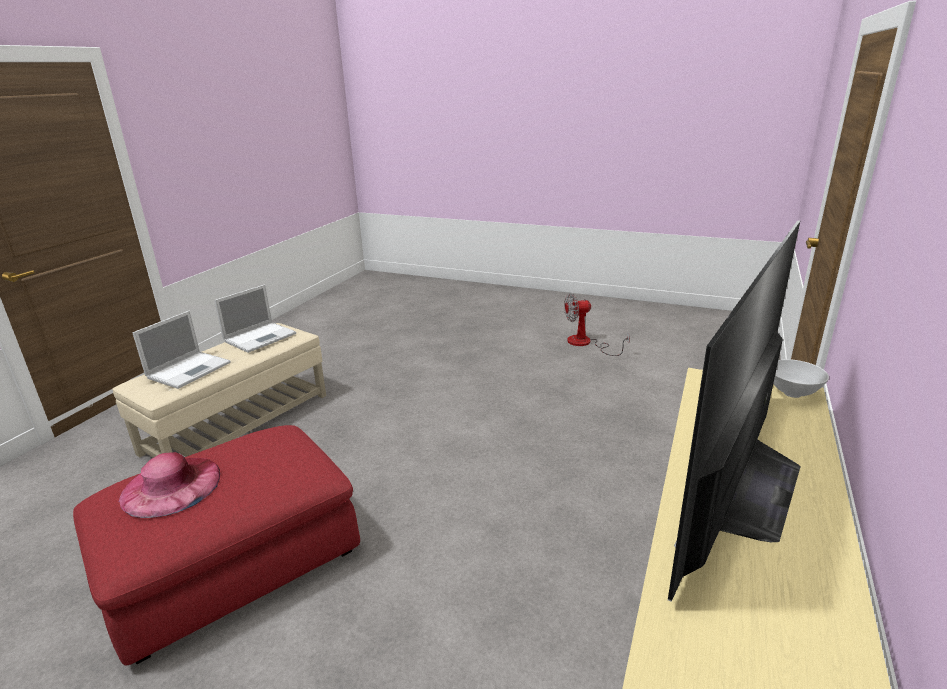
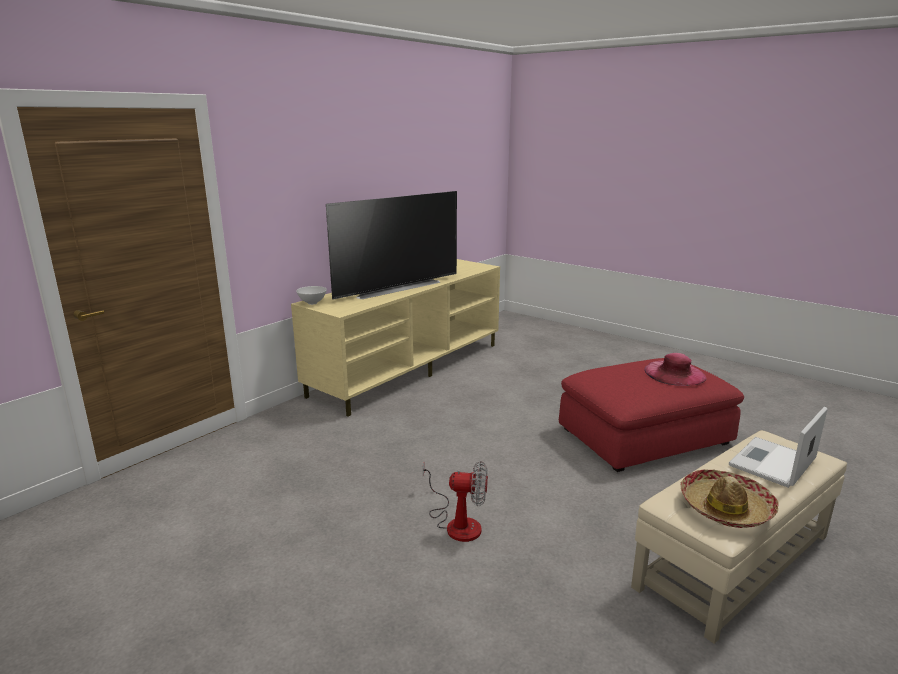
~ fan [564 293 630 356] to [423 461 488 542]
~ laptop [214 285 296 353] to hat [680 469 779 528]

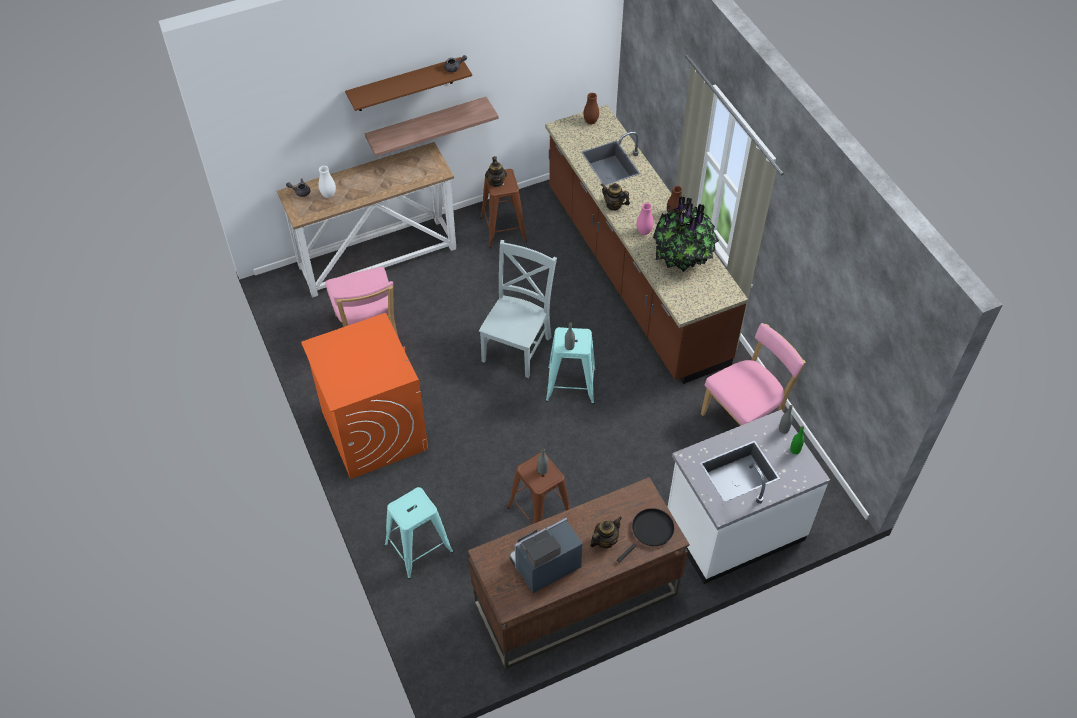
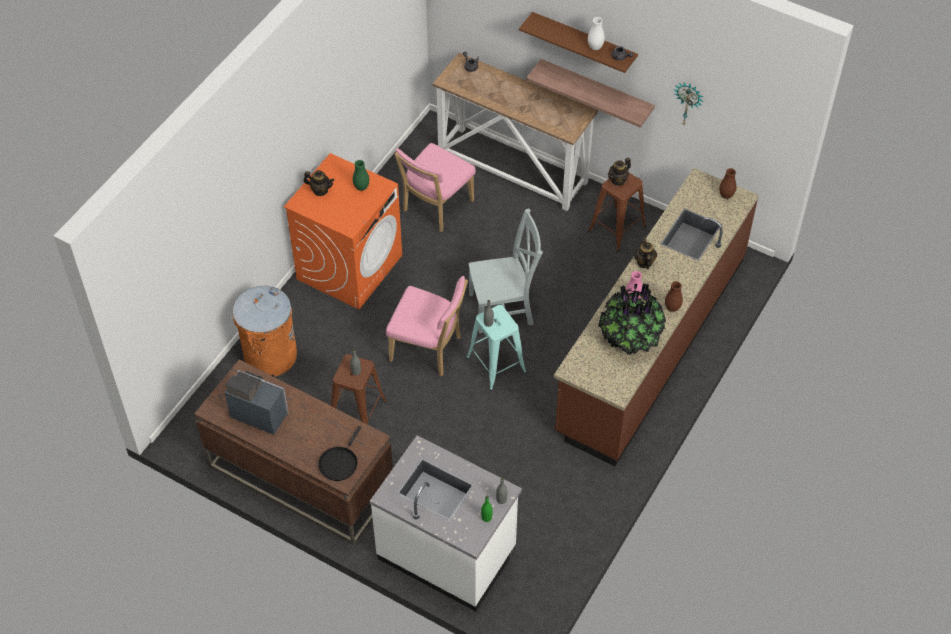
~ turquoise stool [384 487 454 579] to orange trash can [232 285 297 377]
~ teapot [590 517 622 548] to [304 170 334 196]
~ black frying pan [617 508 674 562] = [318 426 361 481] 105 degrees clockwise
+ green vase [353 160 369 191]
~ pink chair [701 323 806 426] to [386 276 468 377]
~ white vase [318 166 336 198] to [588 17 605 50]
+ wall clock [673 82 704 125]

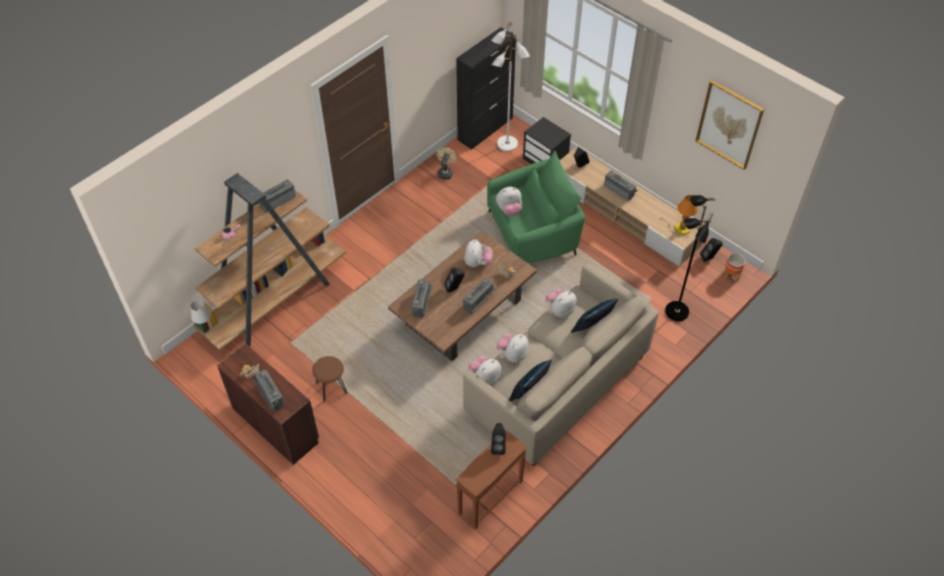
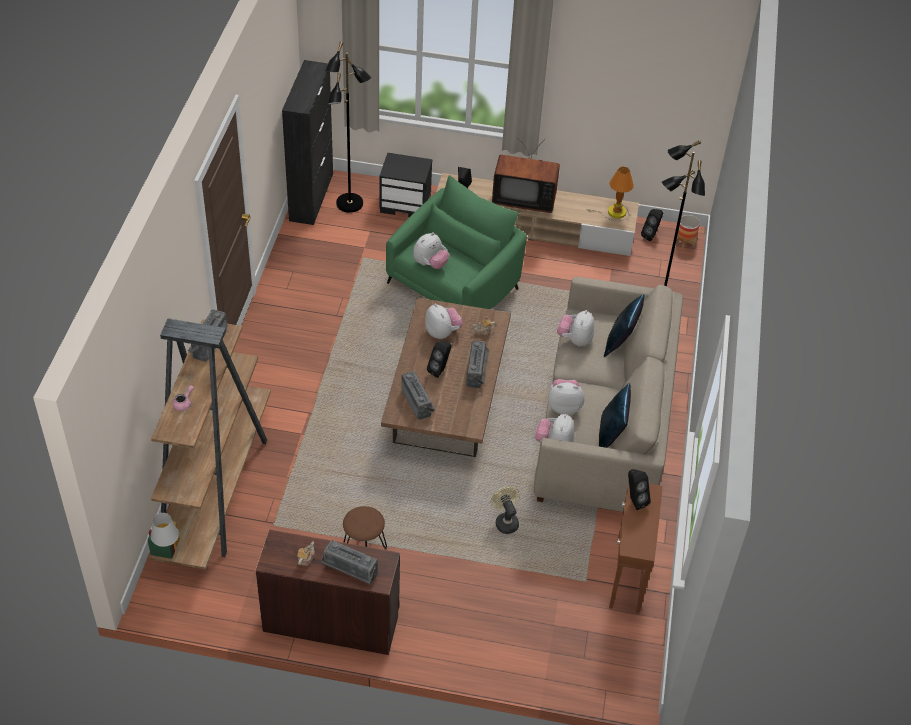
~ white floor lamp [491 22 530 152] to black floor lamp [325 42 372 213]
~ beige fan [437 148 456 180] to [490 486 520 534]
~ radio [604 170 637 201] to television [492 138 560 213]
~ plush toy [496 333 529 363] = [548 379 585 415] 90 degrees clockwise
- picture [696 80 764 170]

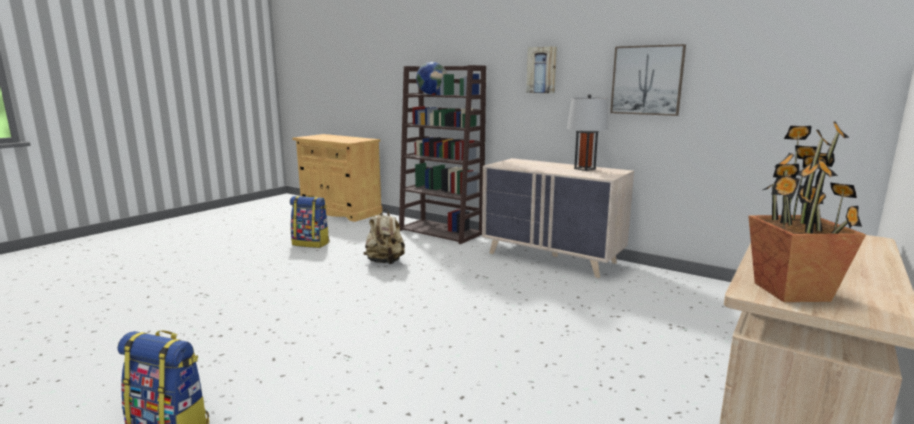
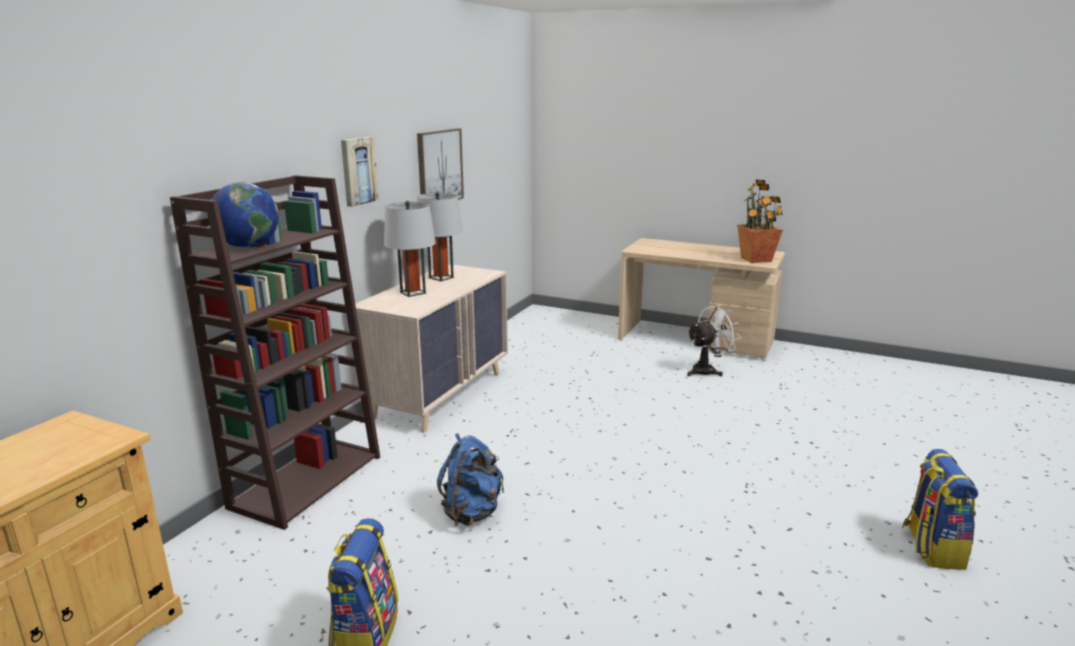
+ grey table lamp [384 201 436 297]
~ beige backpack [364 209 405 264] to blue backpack [437 433 504 526]
+ white fan [687 305 741 376]

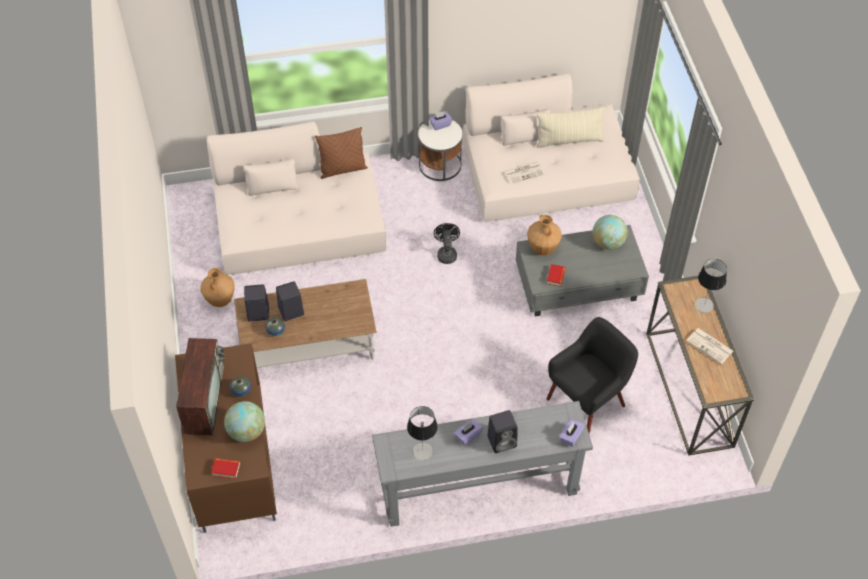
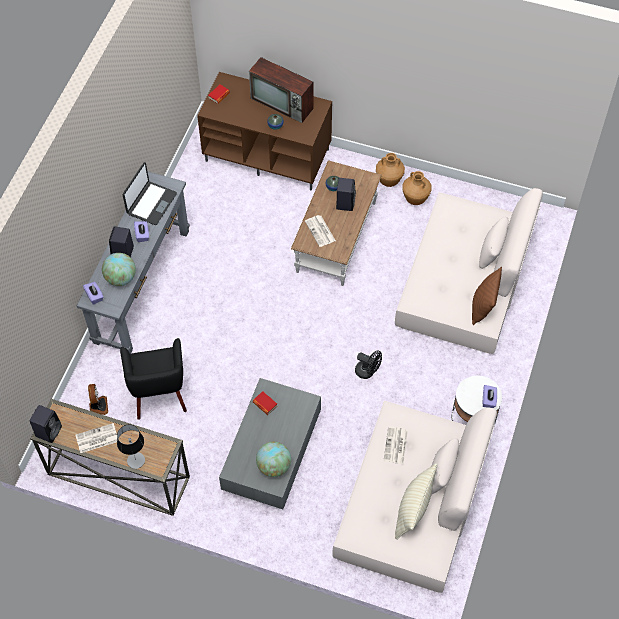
~ black speaker [244 284 270 321] to [29 405 62 443]
+ fan [88 384 108 415]
~ globe [224 401 265 442] to [102 253 136 286]
~ table lamp [407 406 438 460] to laptop [123 162 177 225]
+ newspaper [305 215 336 247]
~ brown vase [527 215 562 255] to [376 153 405 187]

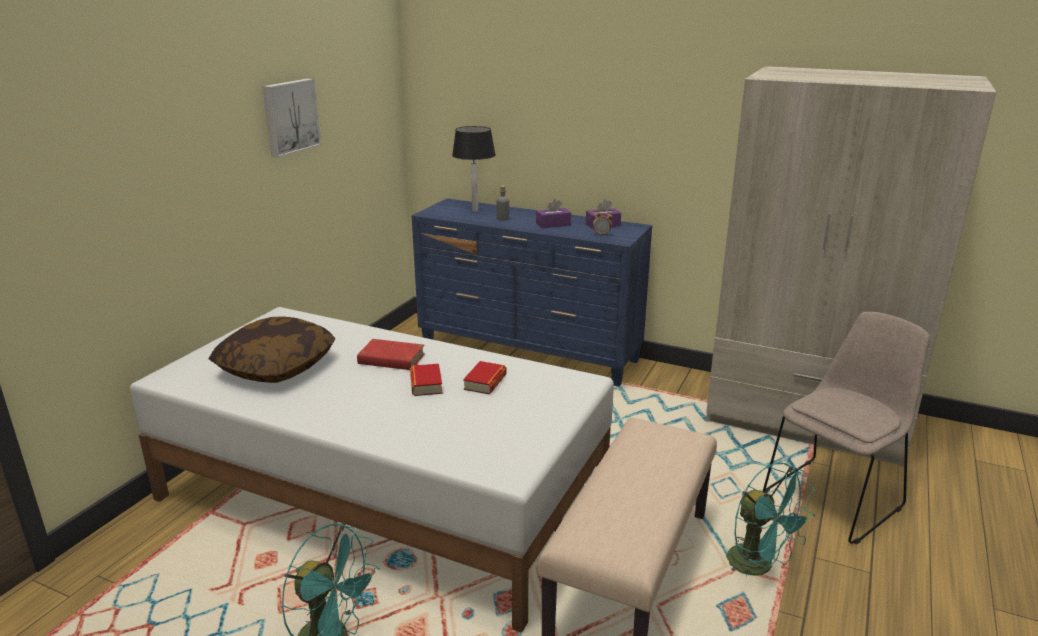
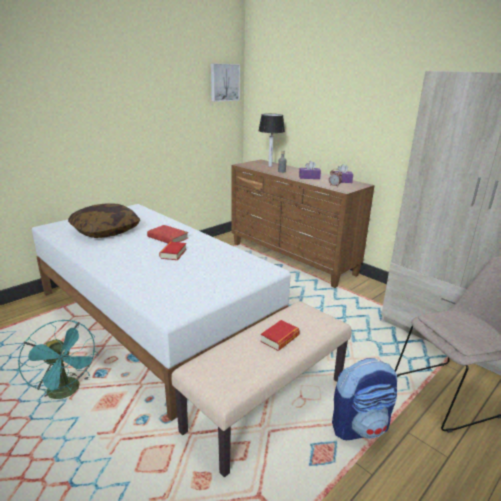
~ picture [262 78 322 157] to [211 63 240 102]
~ blue dresser [412 199 652 387] to brown dresser [231 160 375 288]
~ book [463 361 507 394] to [260 320 300 351]
~ turquoise fan [727 462 816 576] to backpack [332 358 397 440]

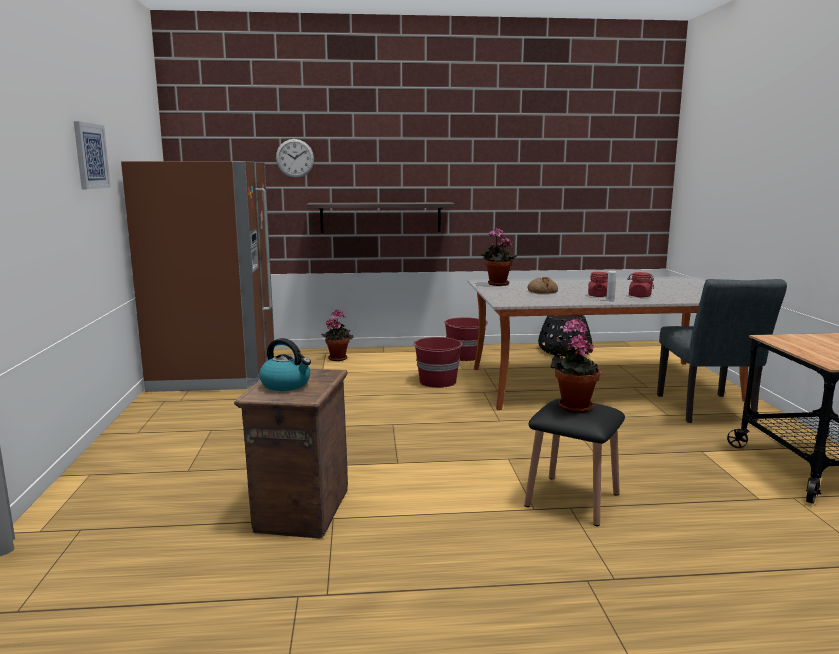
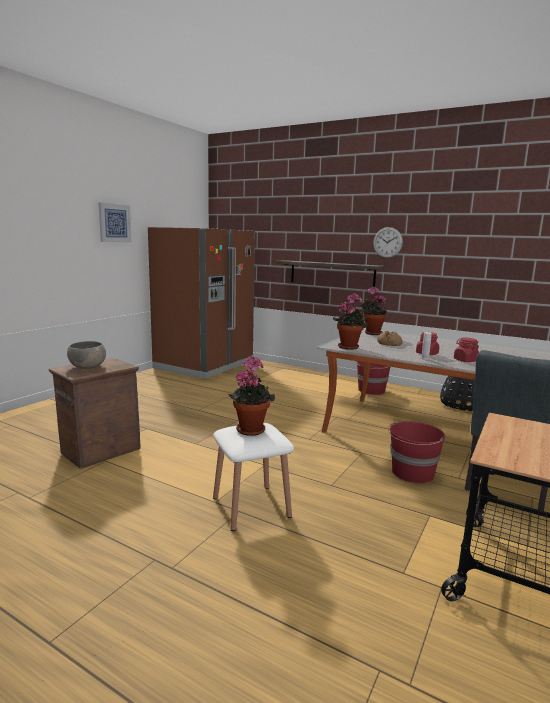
~ kettle [259 338 311 391] to grey bowl [67 341 106 369]
~ black stool [524 398 625 526] to white stool [213 423 294 531]
~ potted plant [322 310 353 361] to [333 293 368 350]
~ wall clock [276 139 314 178] to [373 227 403 258]
~ red bucket [413 337 463 388] to [388 421 446 483]

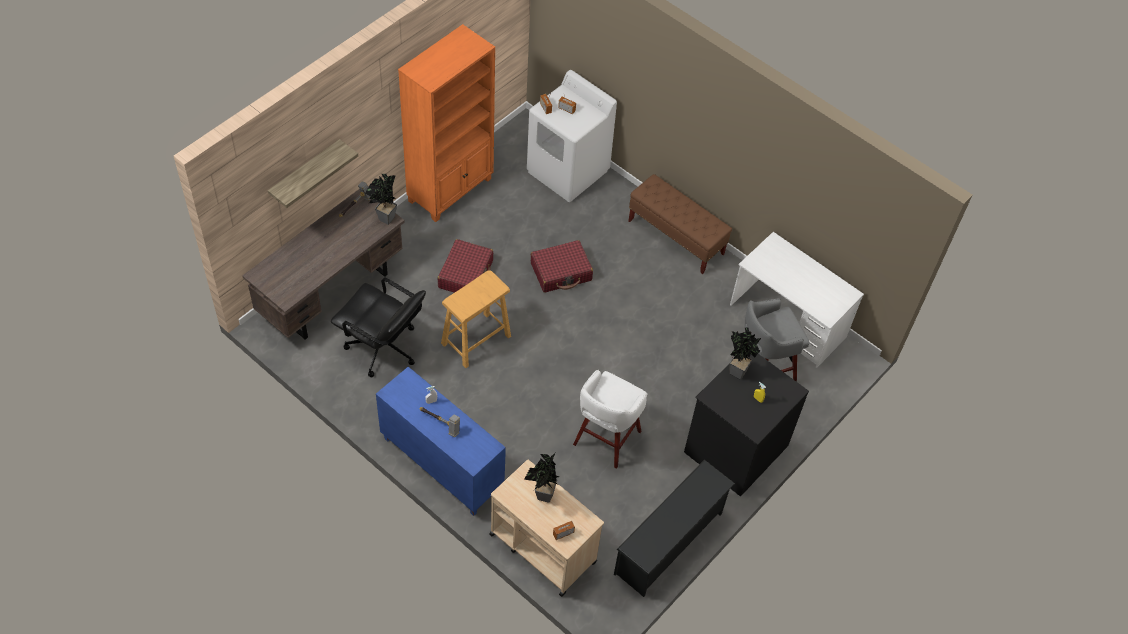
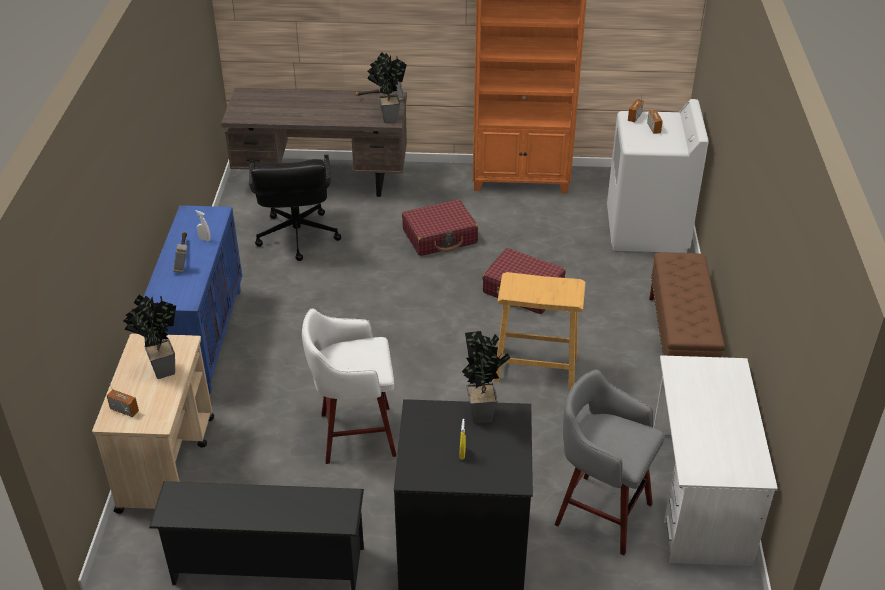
~ beige stool [441 270 511 368] to [493 272 586 390]
- shelf [268 139 358 208]

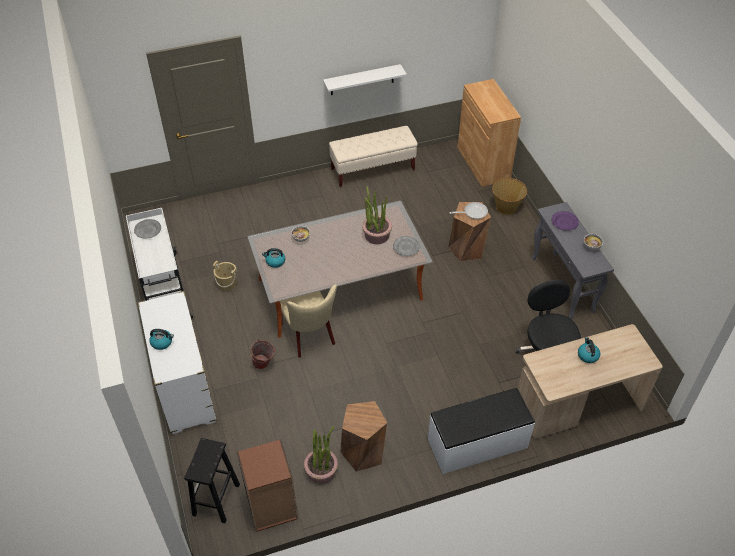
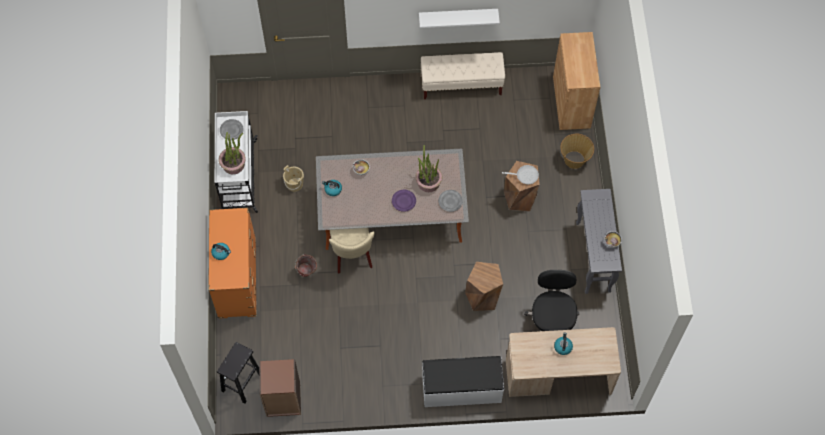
~ white dresser [138 291 216 434] to orange dresser [208 207 257 319]
~ potted plant [304 426 338 484] to [219 132 246 174]
~ purple plate [551 211 579 231] to [392 190 416 212]
~ brown stool [341 401 387 472] to [465 262 503 311]

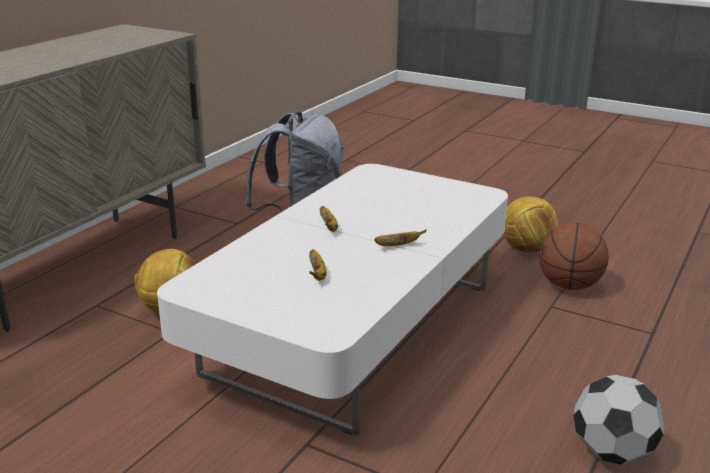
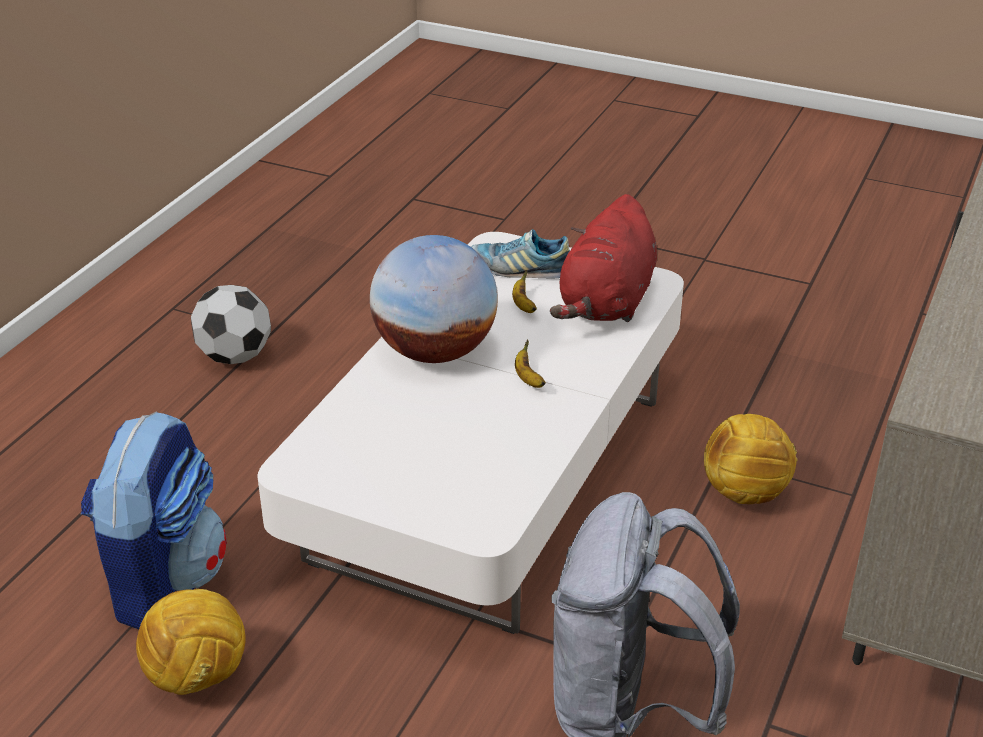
~ basketball [539 222 609 290] to backpack [81 411 227 629]
~ banana [374 229 427 246] to globe [370 235 498 363]
+ shoe [471 229 570 278]
+ red plush toy [550 194 657 322]

